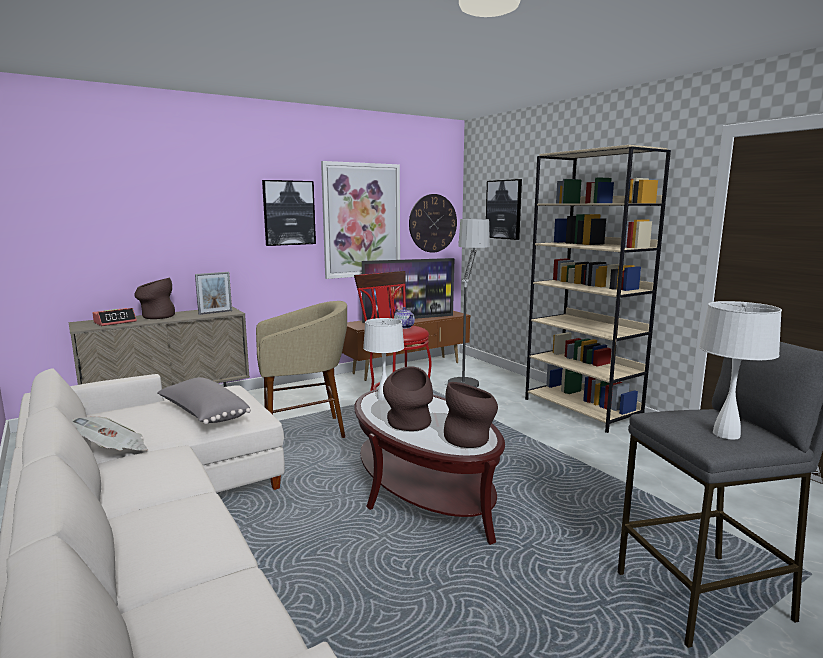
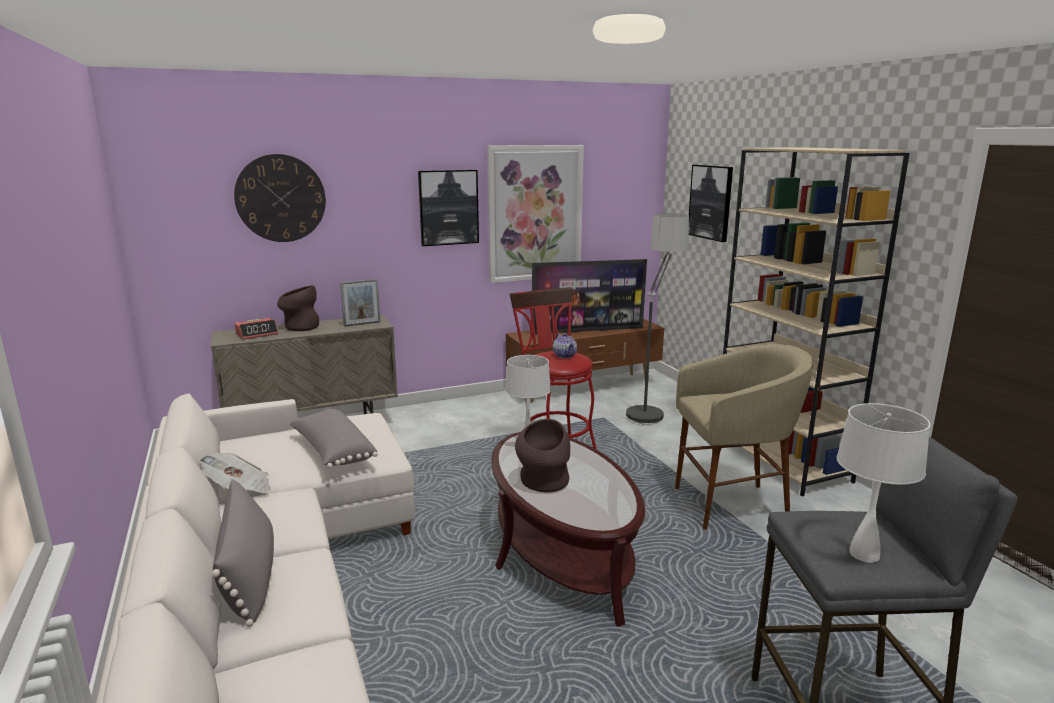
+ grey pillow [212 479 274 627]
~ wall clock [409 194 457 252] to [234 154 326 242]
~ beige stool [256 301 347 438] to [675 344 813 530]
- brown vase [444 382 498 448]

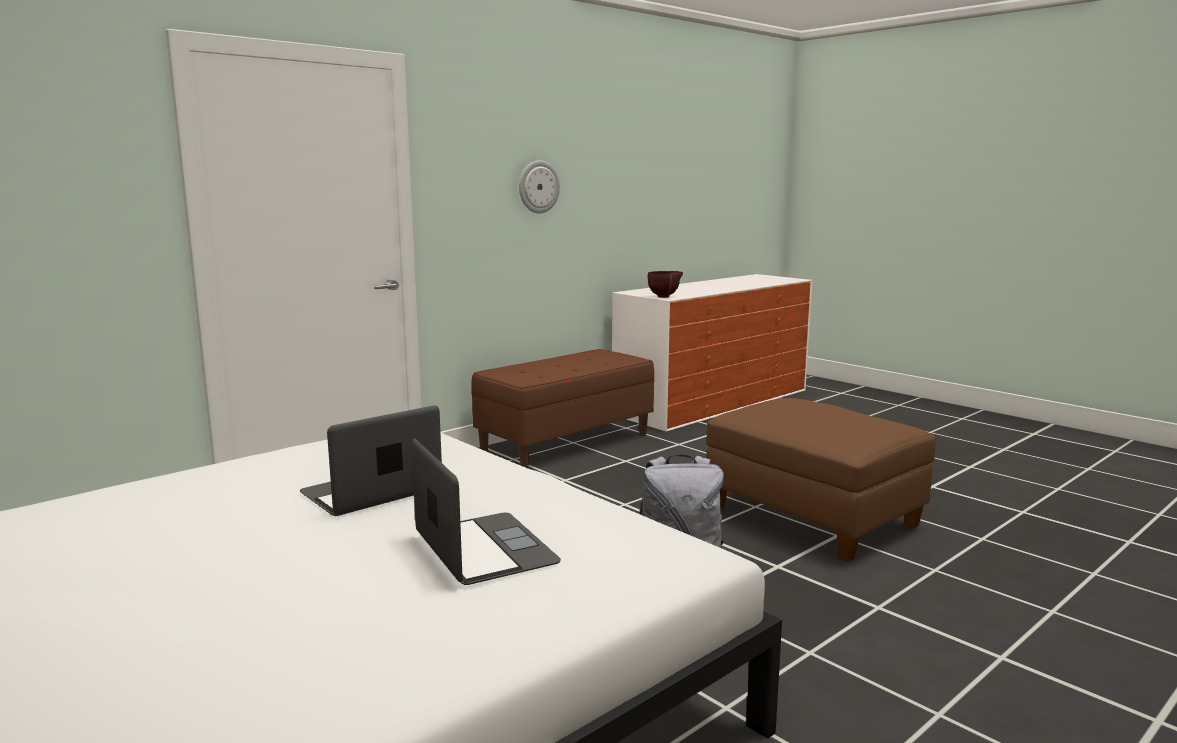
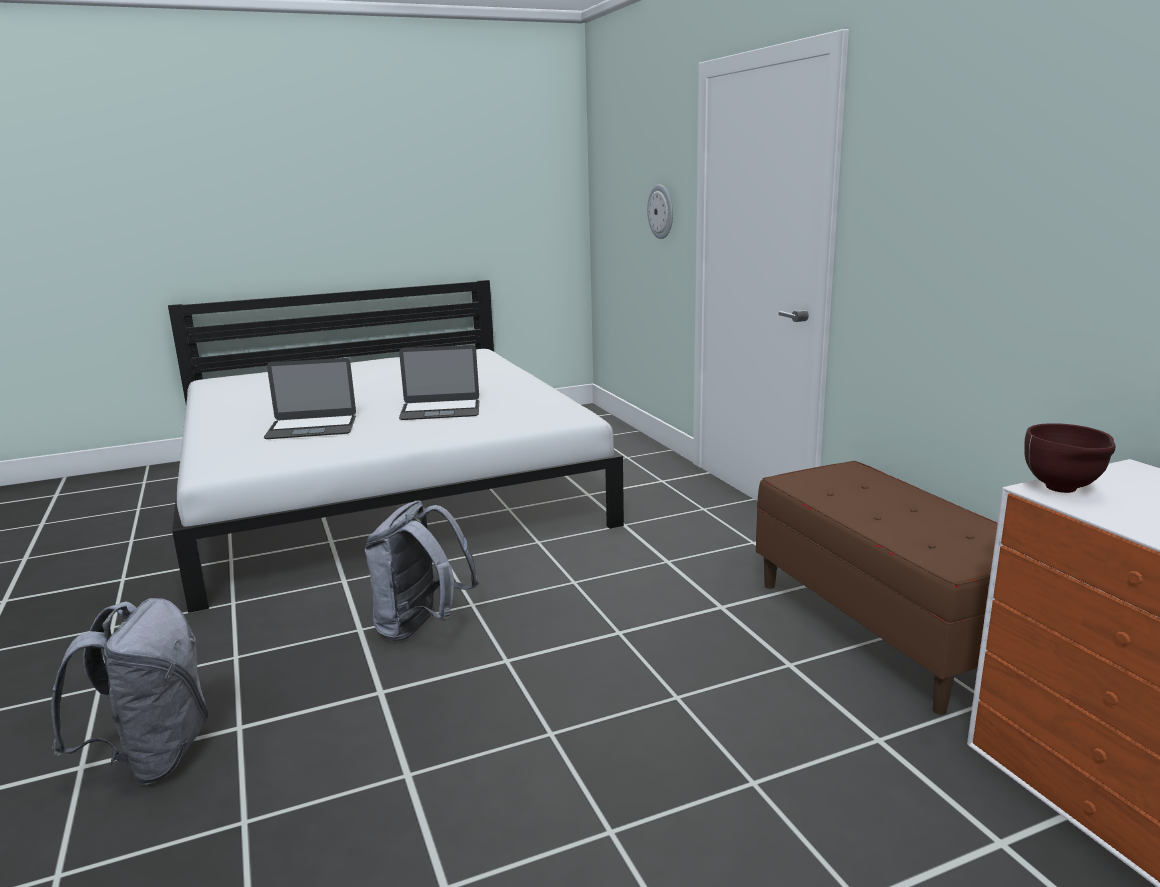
+ grey backpack [51 598 209 785]
~ laptop [300 405 442 516] = [399 345 479 420] 105 degrees clockwise
~ wall clock [519 160 560 214] to [647 184 673 239]
- brown ottoman [706 398 936 562]

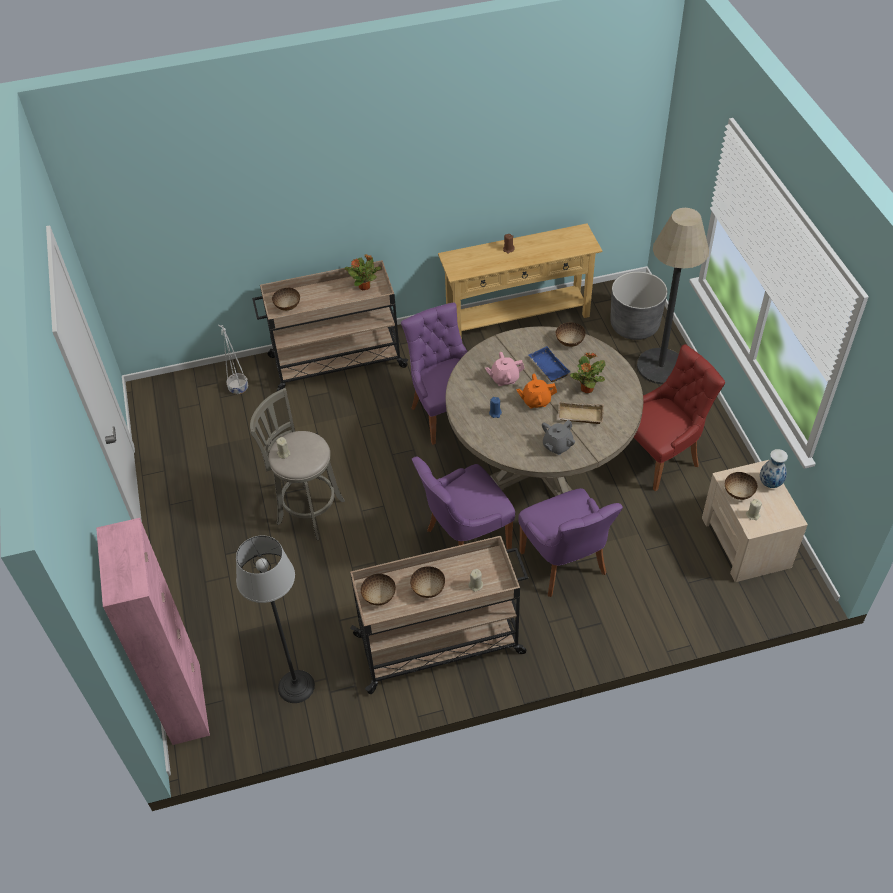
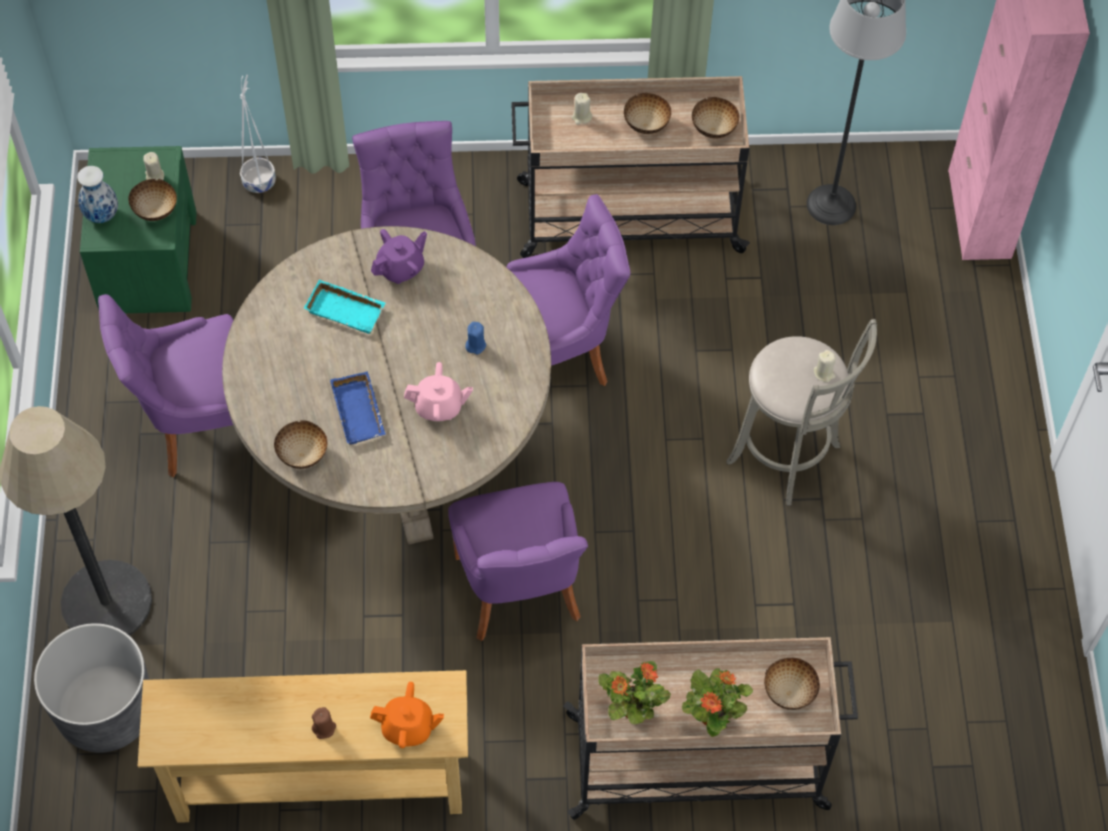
~ beige nightstand [702 460 808 582] to green nightstand [80 146 197 313]
~ red chair [634 344 725 491] to purple chair [98 294 233 477]
~ white planter [218 325 248 394] to [240 75 276 193]
~ beige tray [557 401 604 424] to turquoise tray [304 280 386 334]
~ orange teapot [516 374 557 408] to [370 682 444 748]
~ grey teapot [542 420 575 455] to purple teapot [371 229 427 284]
~ potted plant [570 353 605 393] to [682 668 753 737]

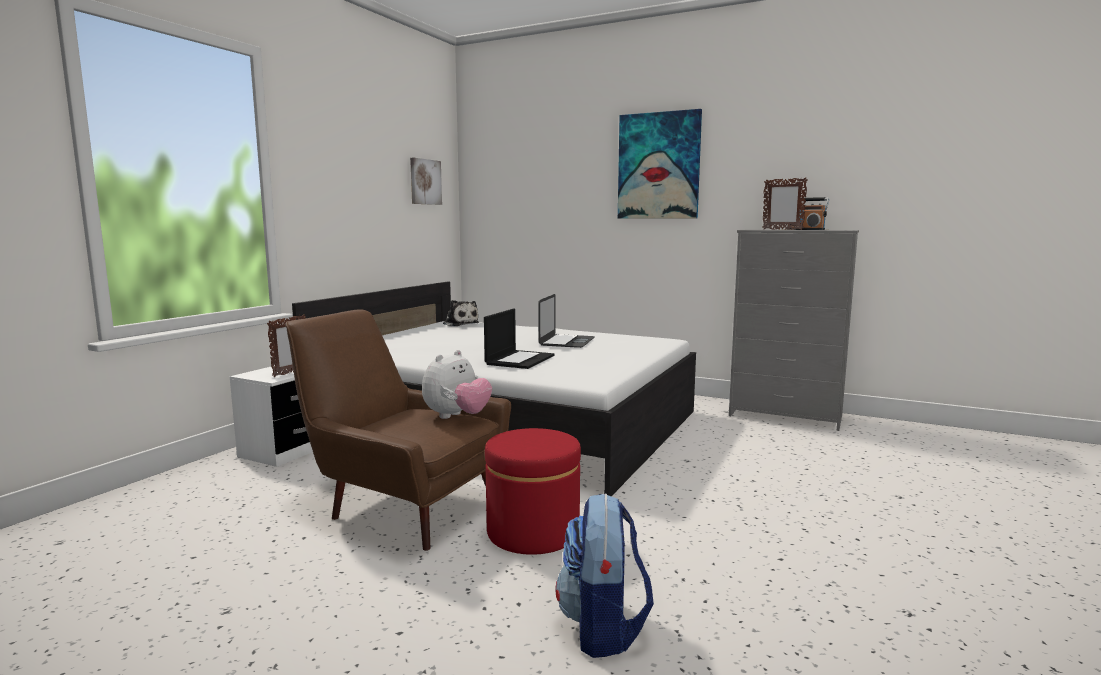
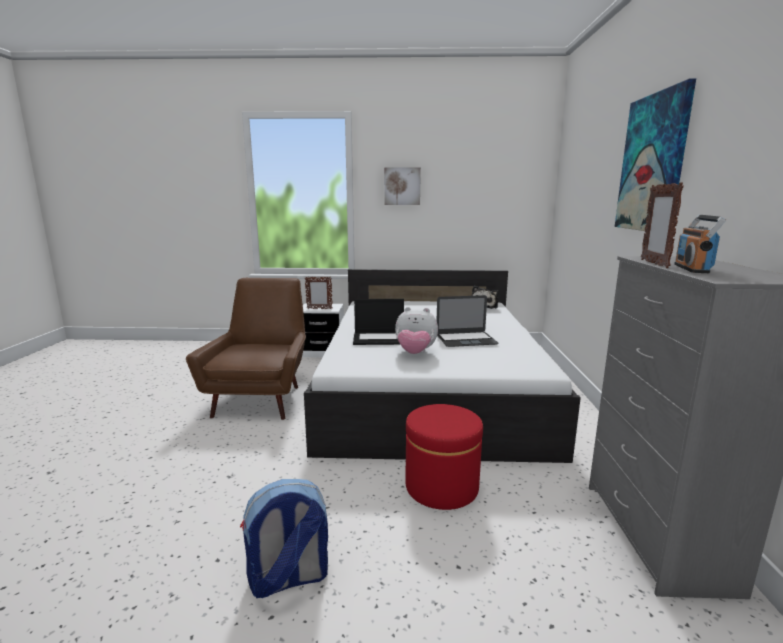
~ backpack [556 493 654 658] to [240 479 328 598]
~ picture [410 157 442 205] to [384 167 421 205]
~ plush toy [422 350 492 419] to [395 307 438 354]
~ red ottoman [485 428 581 555] to [405 404 483 510]

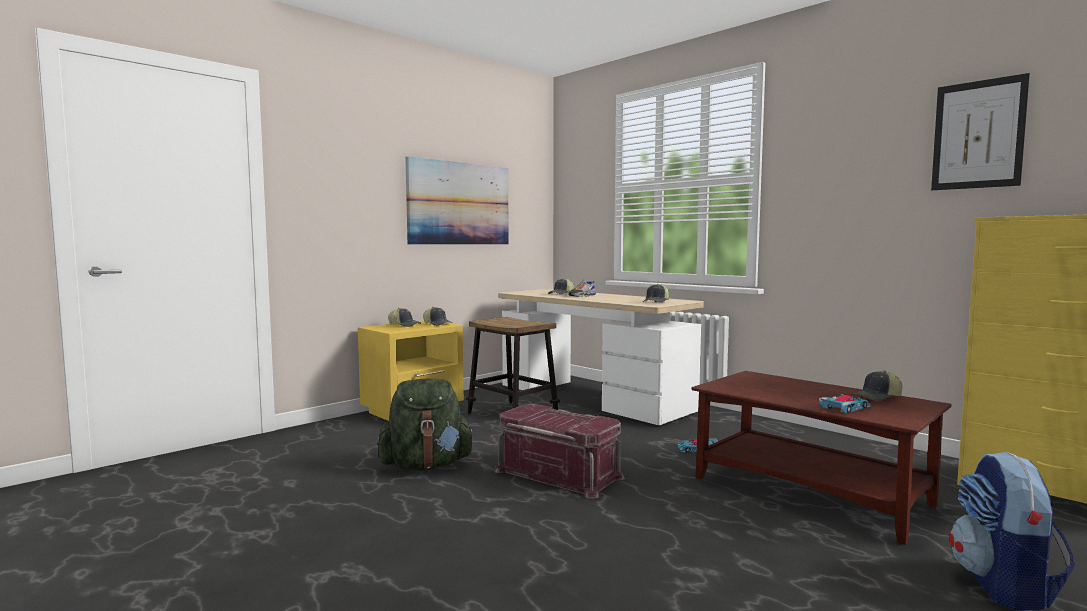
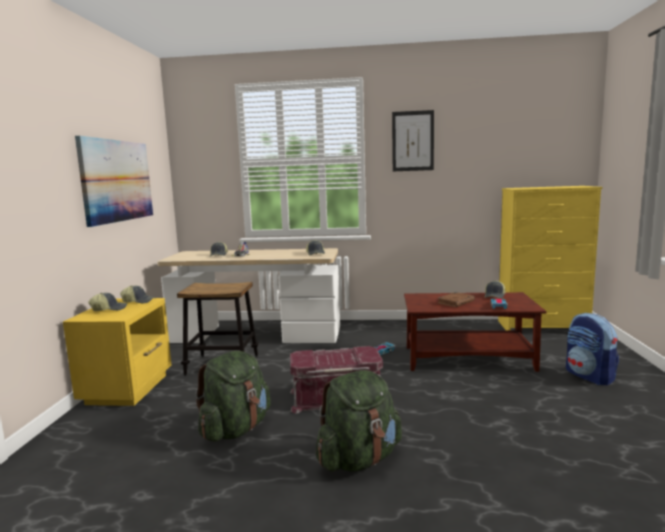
+ green backpack [316 370 402 472]
~ picture [931 73 1030 190] to [392 110 434 171]
+ brown book [437 292 475 307]

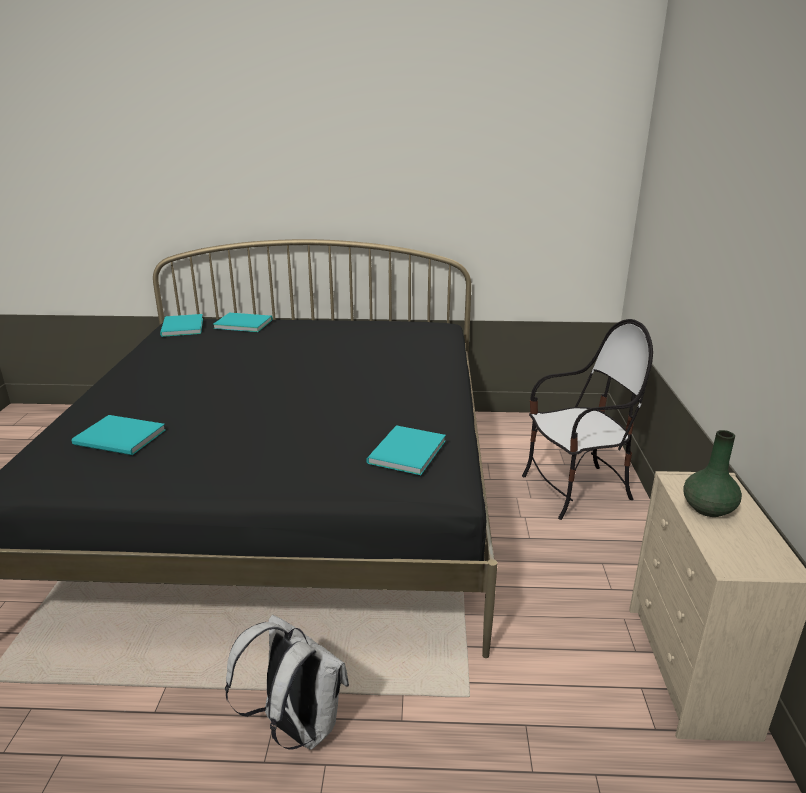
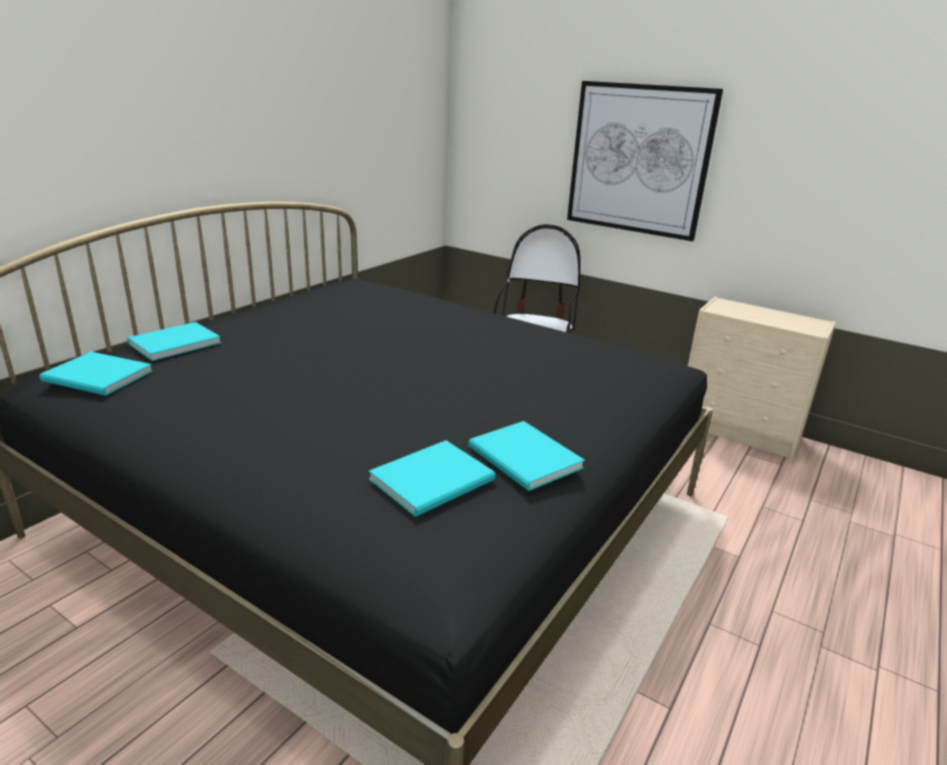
~ turquoise book [367 425 446 475] to [468 421 585 491]
+ picture [567 81 723 241]
- white backpack [225 615 349 750]
- green vase [683 430 742 517]

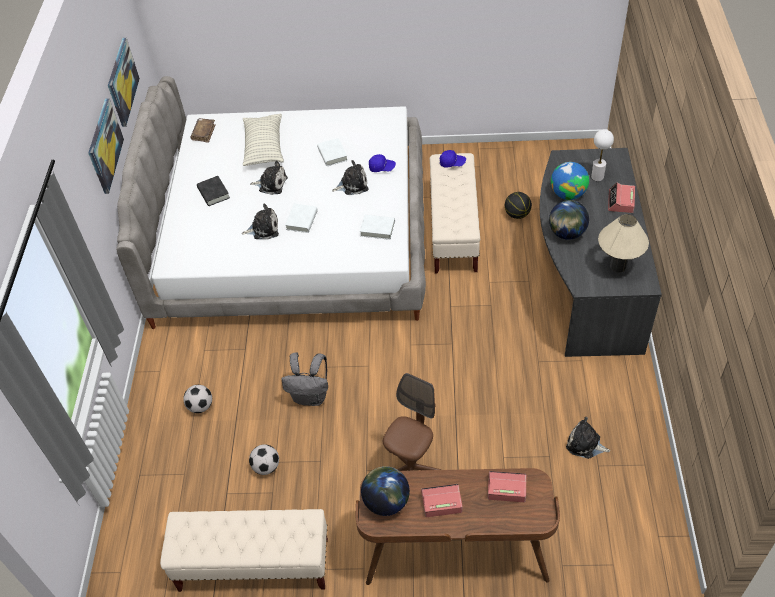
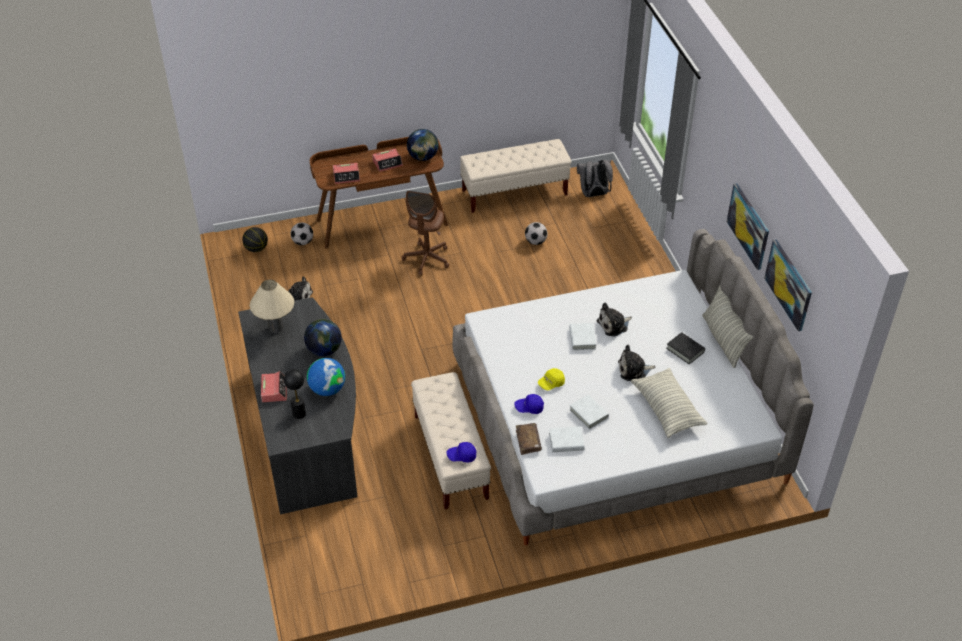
~ basketball [505 192 532 219] to [242 227 268 252]
~ white table lamp [591 129 614 181] to black table lamp [284 369 306 419]
~ football [183 385 212 413] to [291 223 313 245]
~ brown book [190 118 216 143] to [516 423 542 455]
~ plush toy [332 160 368 195] to yellow cap [538 368 565 390]
~ white book [360 215 395 240] to [549 426 585 452]
~ grey backpack [282 352 328 406] to [577 159 613 197]
+ pillow [702 286 753 368]

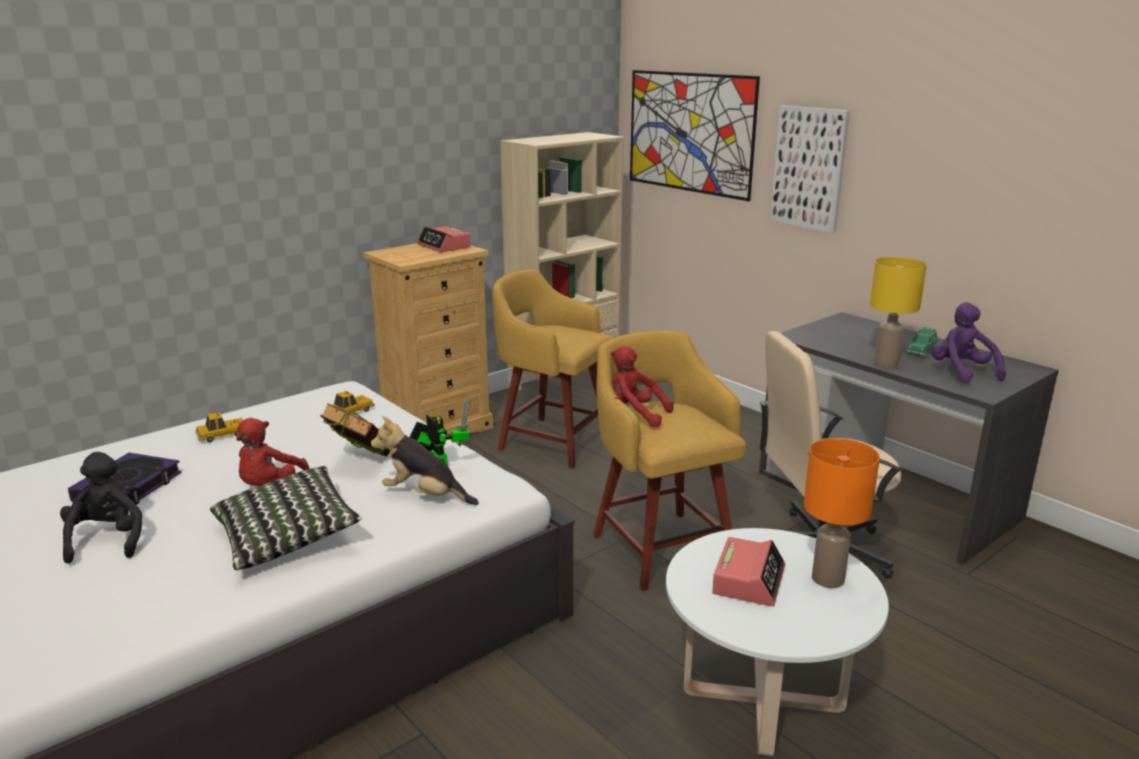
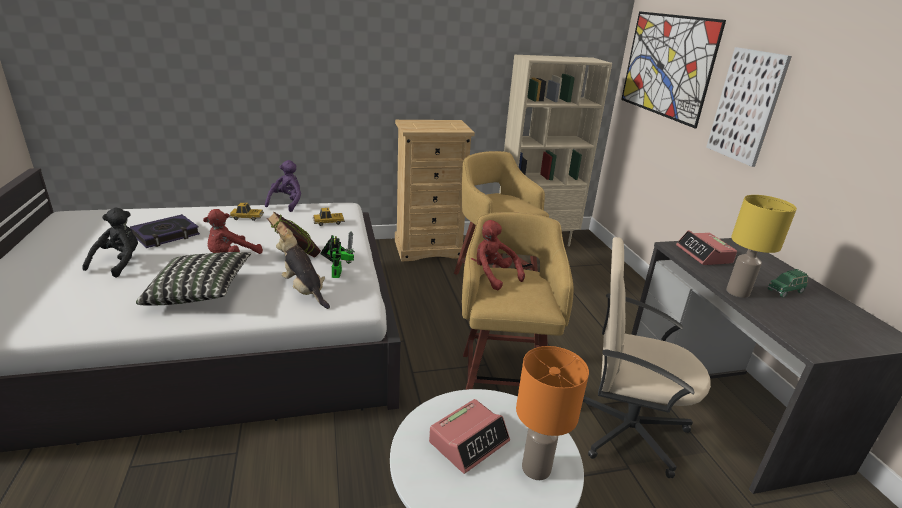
~ purple plush toy [932 302 1006 383] to [265 160 301 212]
~ alarm clock [417 226 471 252] to [676 230 737 265]

